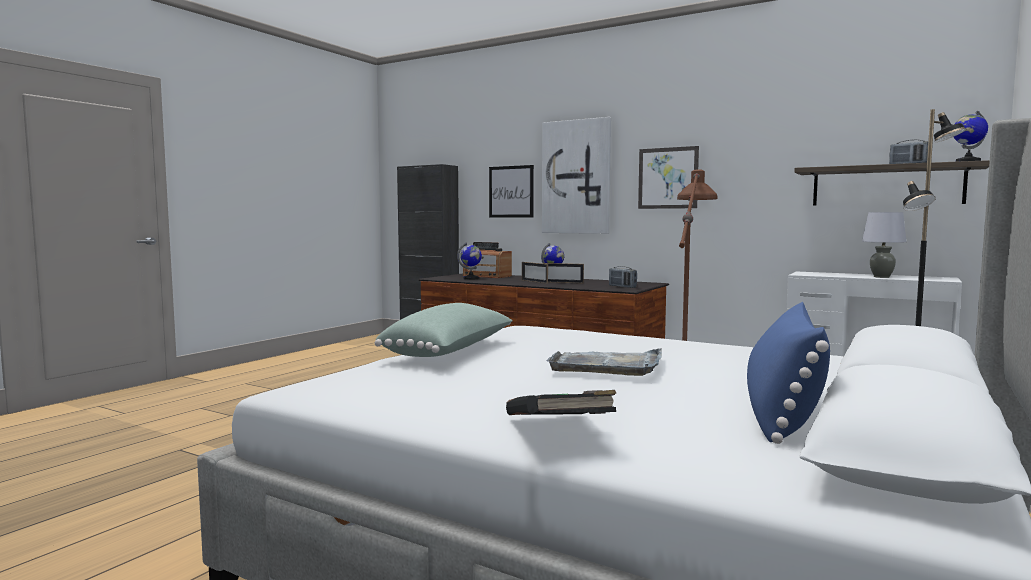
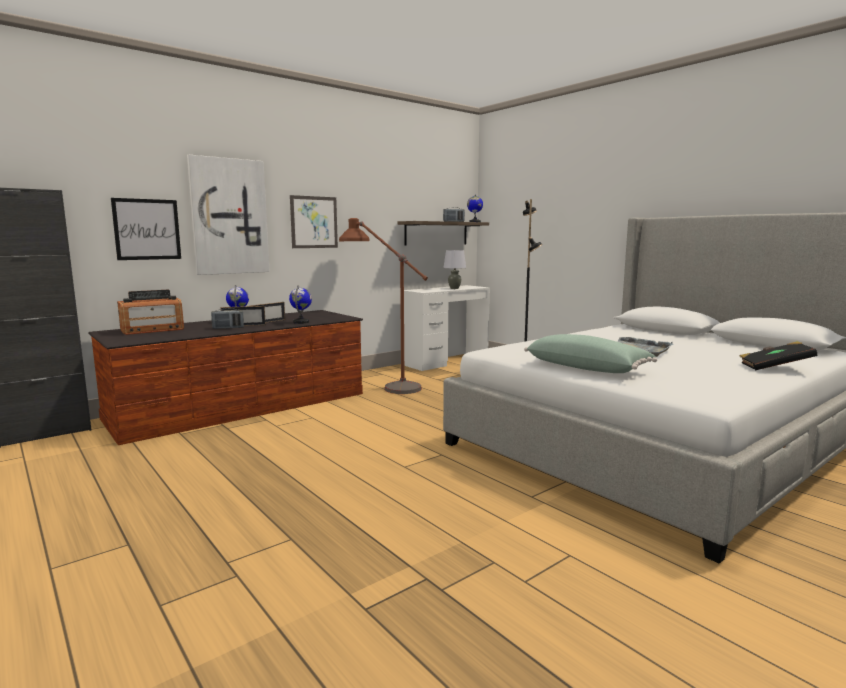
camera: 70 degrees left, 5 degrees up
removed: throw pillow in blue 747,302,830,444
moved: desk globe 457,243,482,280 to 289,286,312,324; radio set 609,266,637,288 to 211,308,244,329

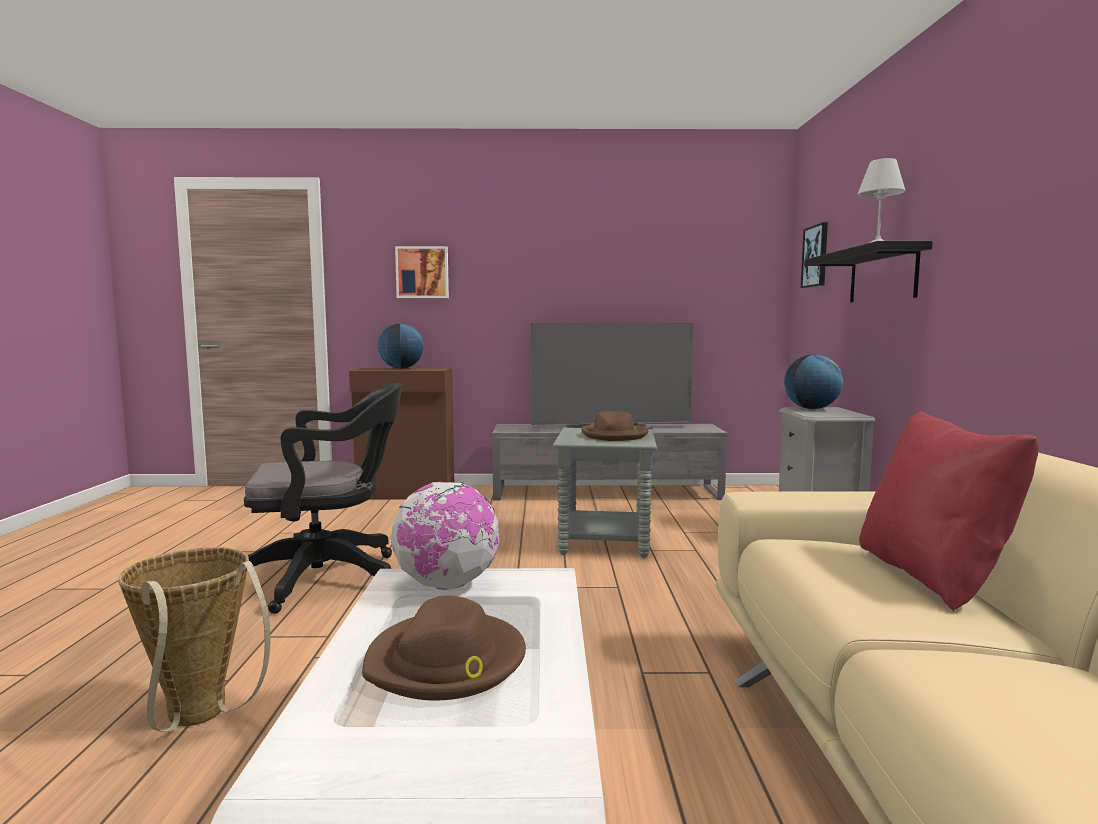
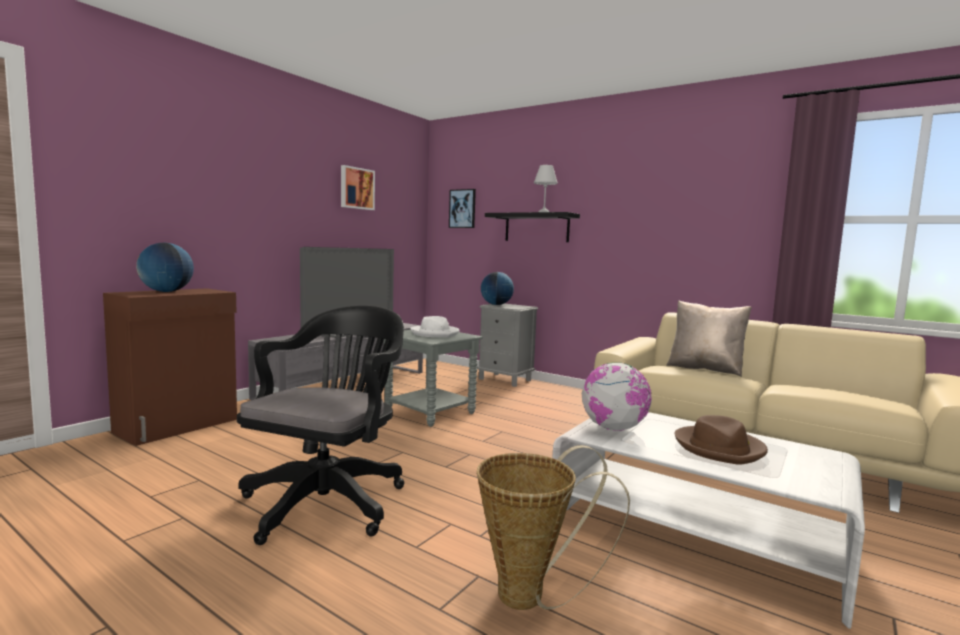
camera: 55 degrees left, 0 degrees up
moved: wall picture 395,246,449,298 to 341,165,375,210
recoloured: wearable hat in brown-coloured 581,411,648,441 to wearable hat in white 410,316,459,337; throw pillow in red 859,411,1039,611 to throw pillow in beige 666,300,752,377

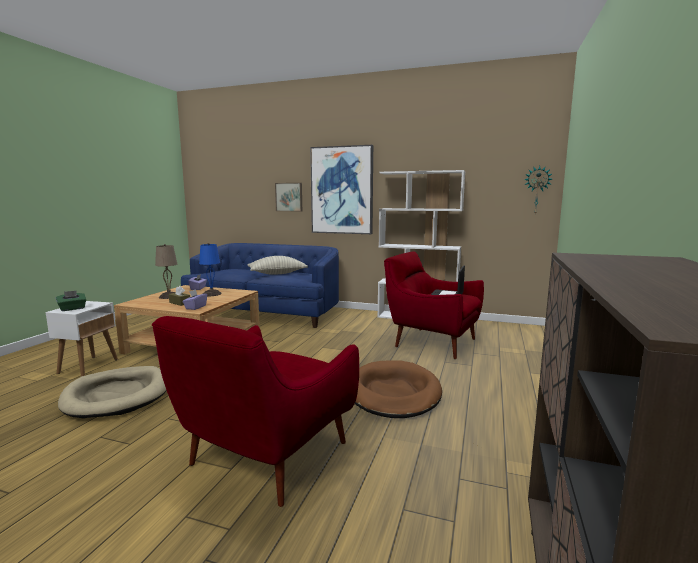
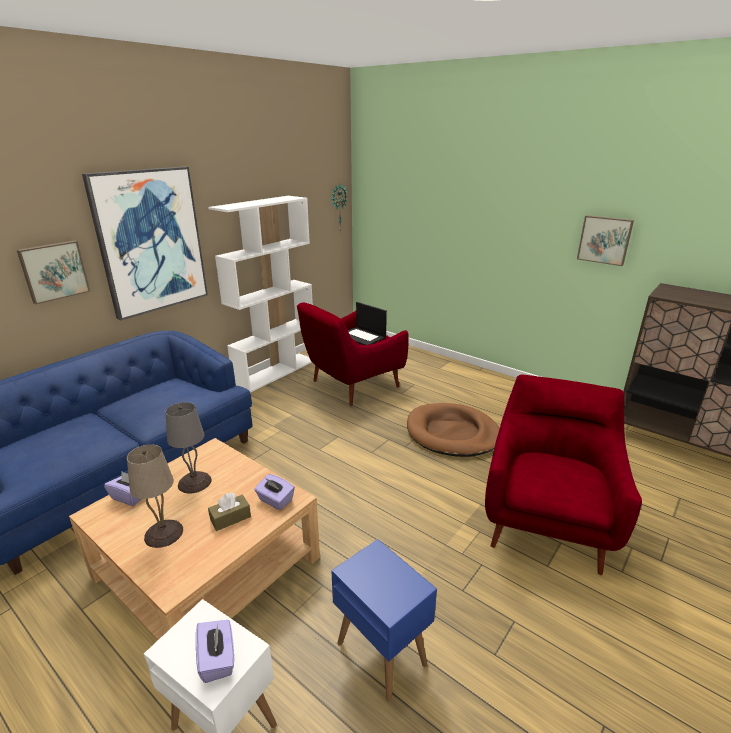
camera: 70 degrees left, 15 degrees up
removed: throw pillow 247,256,308,275
added: wall picture 577,215,634,266
replaced: dog bed in beige 58,366,167,419 to side table in blue 331,539,437,702
recoloured: box of tissues in green-coloured 56,290,86,311 to box of tissues in purple 196,620,234,683; tabletop lamp in blue 199,243,222,296 to tabletop lamp in grey 166,402,212,494
turned: easy chair in red 152,316,359,507 = 485,375,642,575 120 degrees counterclockwise

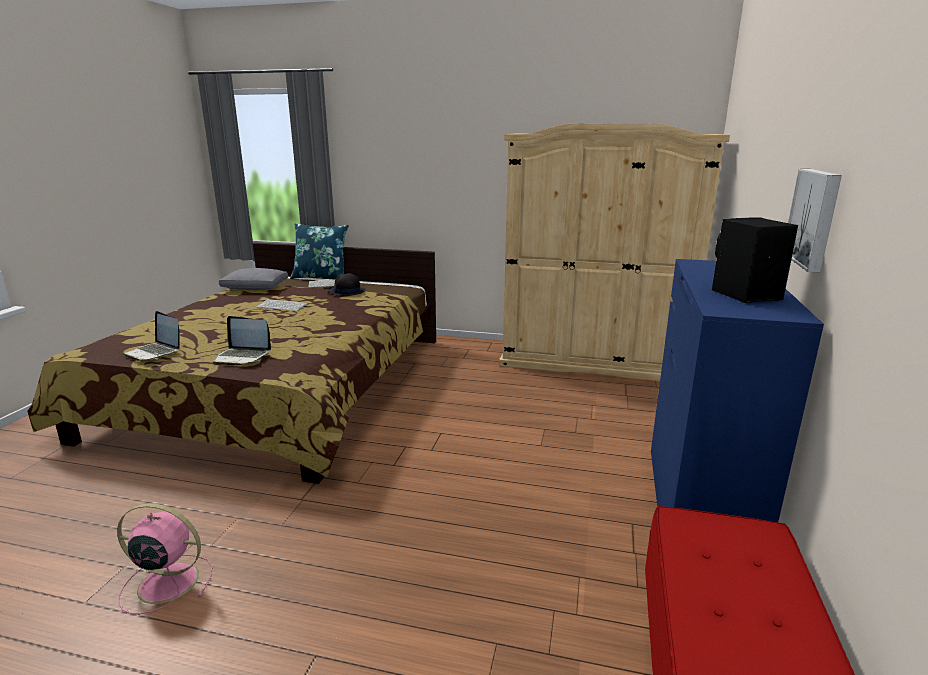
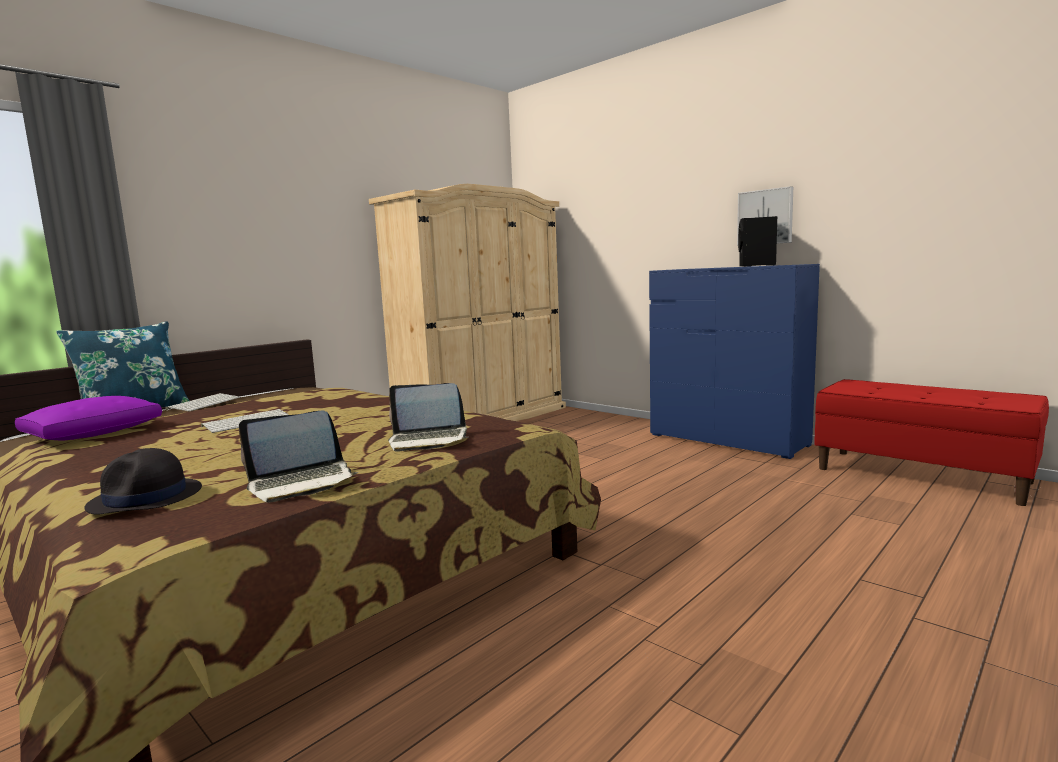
camera: 60 degrees left, 10 degrees down
removed: fan in pinkish 117,503,212,614
moved: wearable hat in black 328,273,366,296 to 84,448,202,515
recoloured: throw pillow in grey 219,268,288,290 to throw pillow in purple 15,396,162,440
turned: laptop 213,316,271,366 = 388,383,468,452 45 degrees clockwise

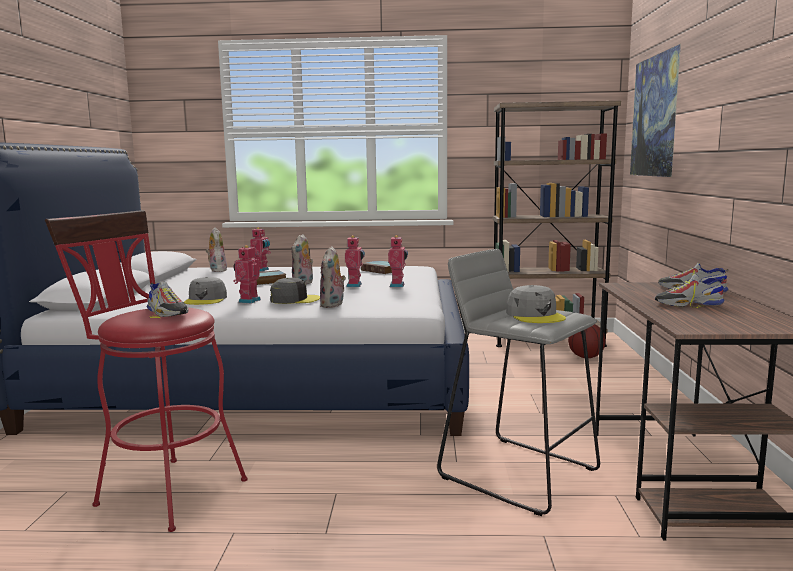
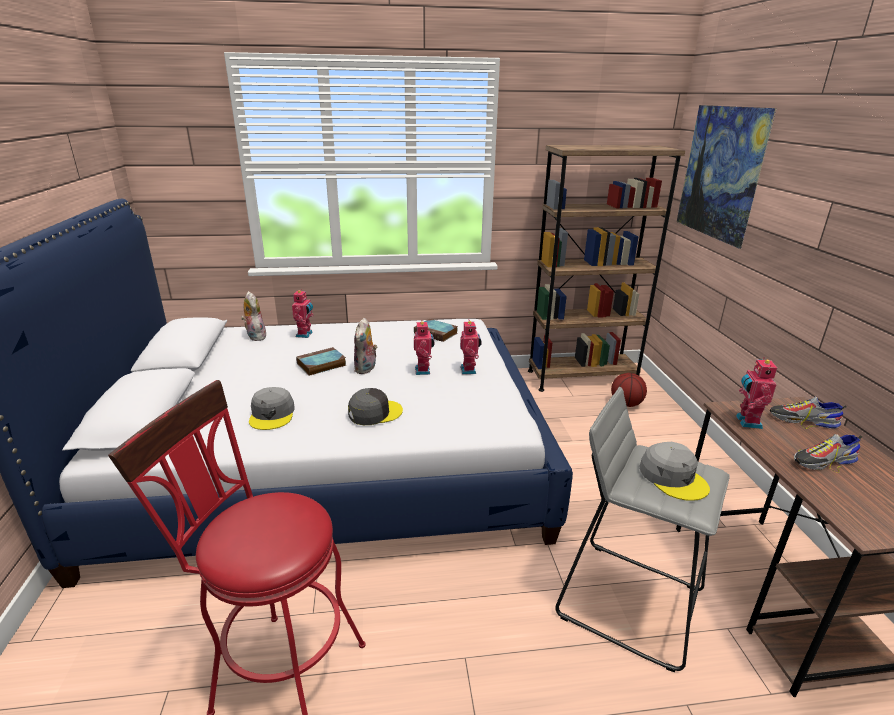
camera: 10 degrees left, 15 degrees up
removed: item of footwear 146,282,188,319; soft toy 320,246,346,308
moved: model robot 233,245,261,303 to 736,357,777,429

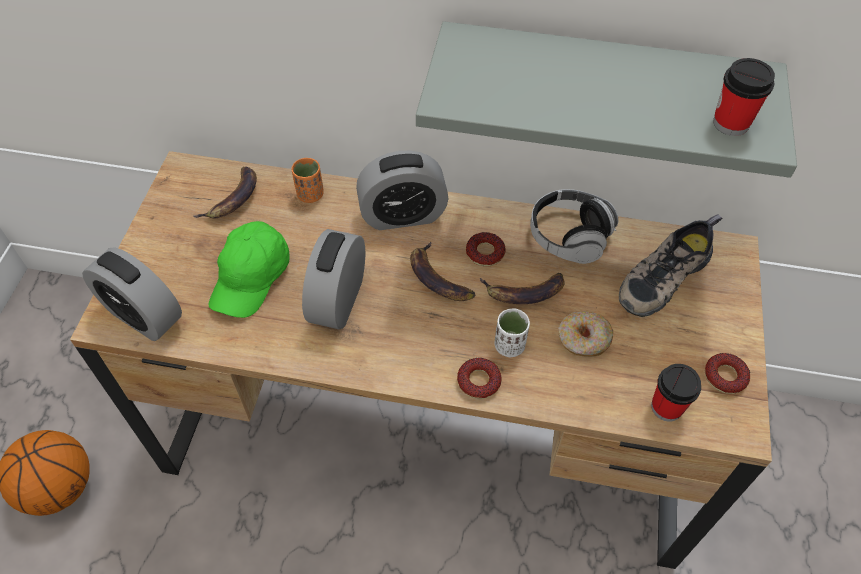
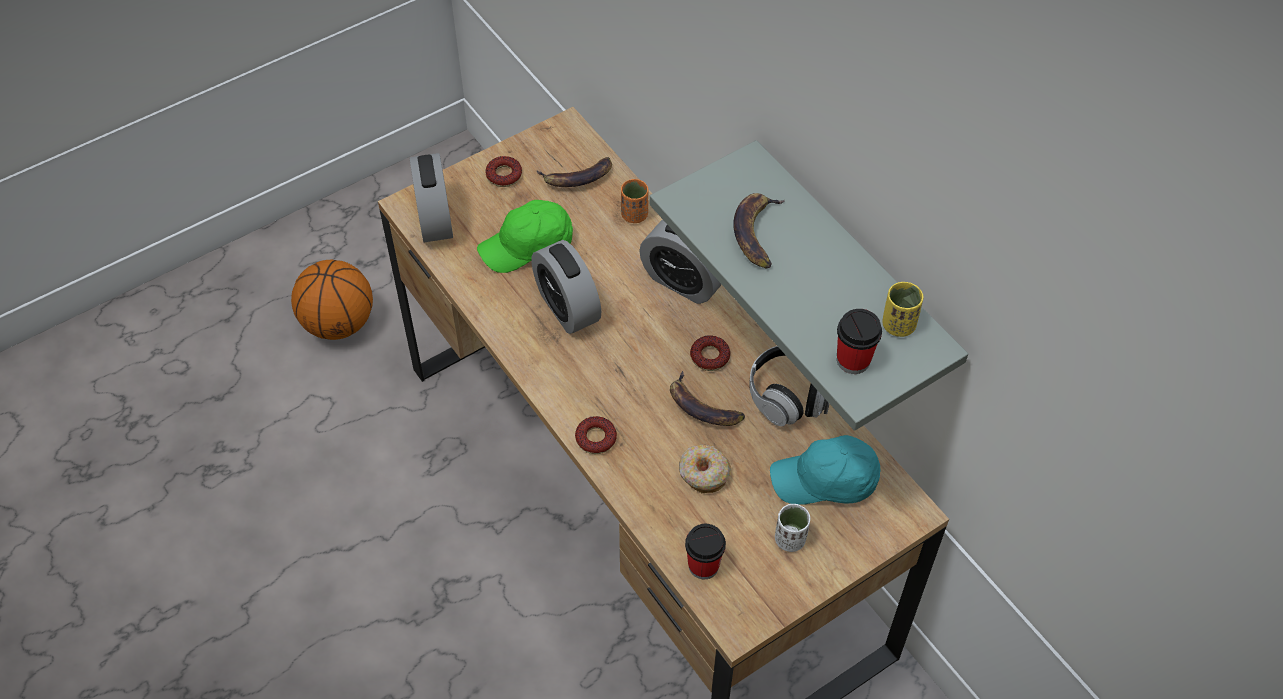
camera: 45 degrees right, 0 degrees up
added: drinking cup in yellowish 882,282,923,337
moved: banana 410,242,476,301 to 733,193,785,269; drinking cup in white 494,308,530,357 to 775,504,810,552; ring doughnut 705,353,750,394 to 485,156,522,187
replaced: item of footwear 619,214,722,317 to peaked cap in turquoise-coloured 770,435,881,505
turned: table clock 302,229,365,329 = 531,240,602,334 90 degrees counterclockwise

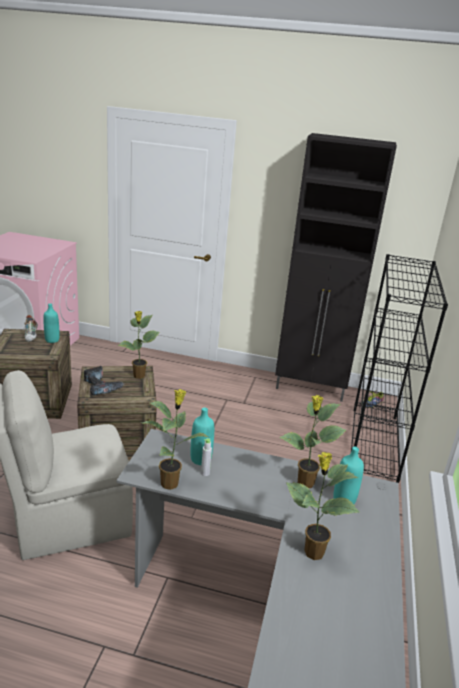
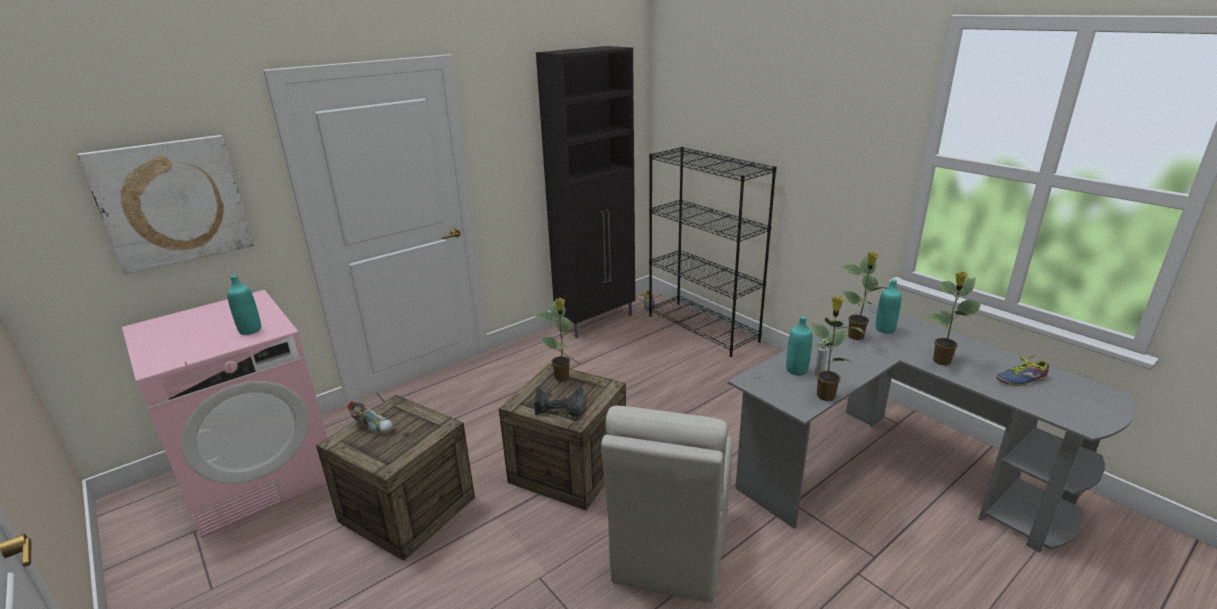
camera: 50 degrees left, 0 degrees up
added: wall picture 77,135,254,275; item of footwear 996,355,1049,386
moved: bottle in turquoise-coloured 43,303,59,343 to 227,275,261,335

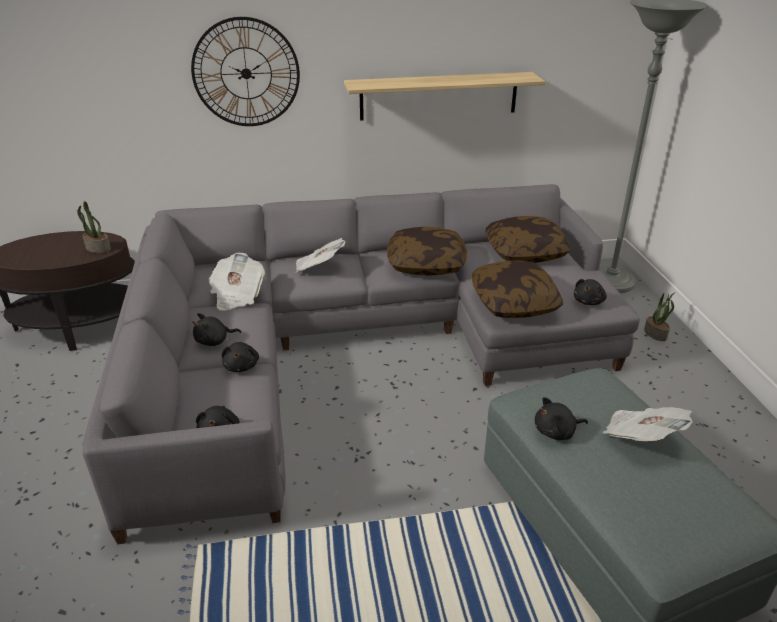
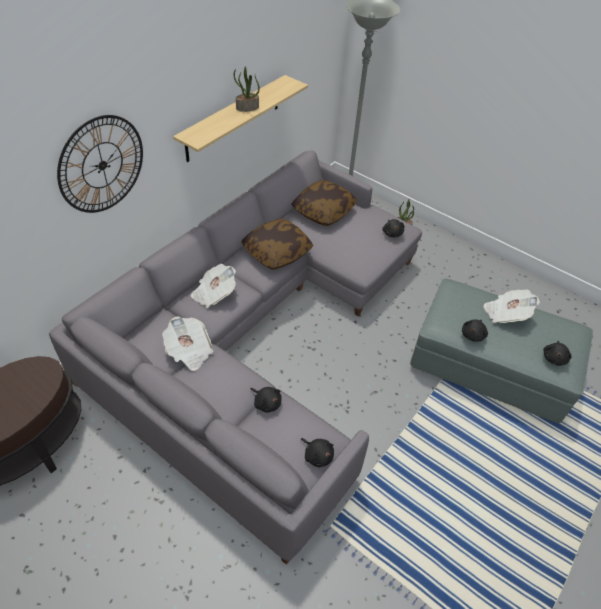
camera: 45 degrees left, 15 degrees up
removed: throw pillow 471,260,563,318
moved: plant in a pot 76,202,111,253 to 233,66,260,112; soft toy in black 192,313,241,346 to 544,341,572,366

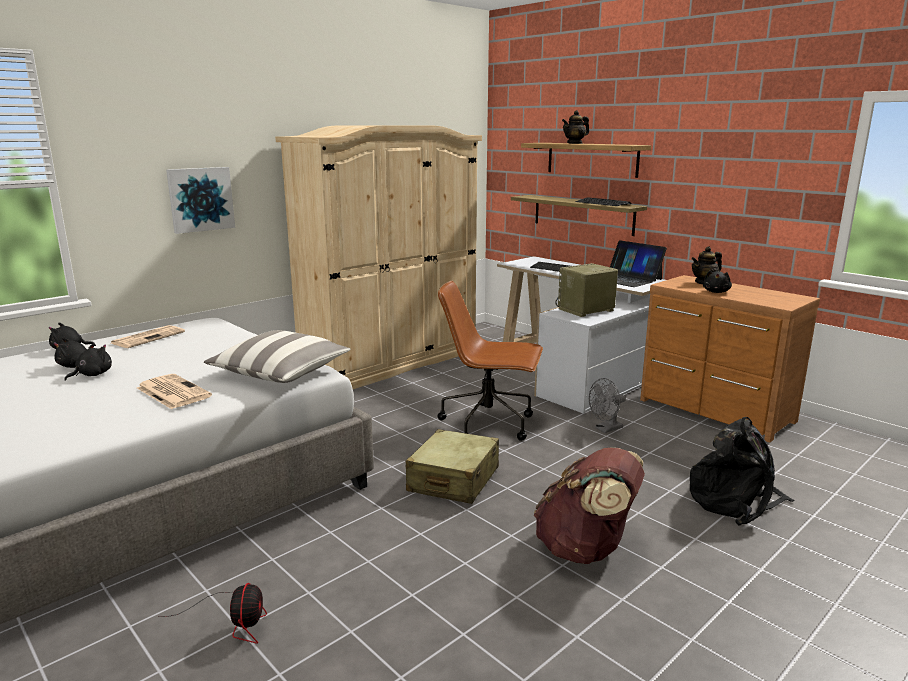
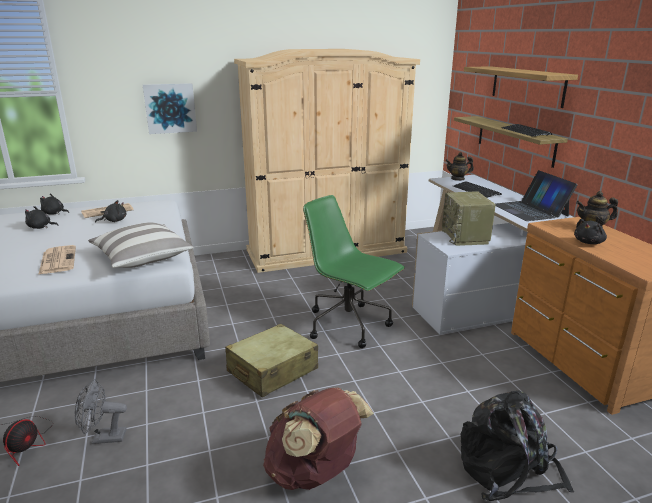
camera: 25 degrees right, 5 degrees up
moved: soft toy in black 65,343,112,381 to 95,200,126,223; pot for tea 562,110,589,144 to 445,152,474,181; fan in grey 589,378,626,433 to 74,379,127,444
recoloured: computer chair in brown-coloured 437,281,543,441 to computer chair in green-coloured 303,195,405,348
turned: radio set 555,263,618,317 = 442,191,496,246 90 degrees counterclockwise

